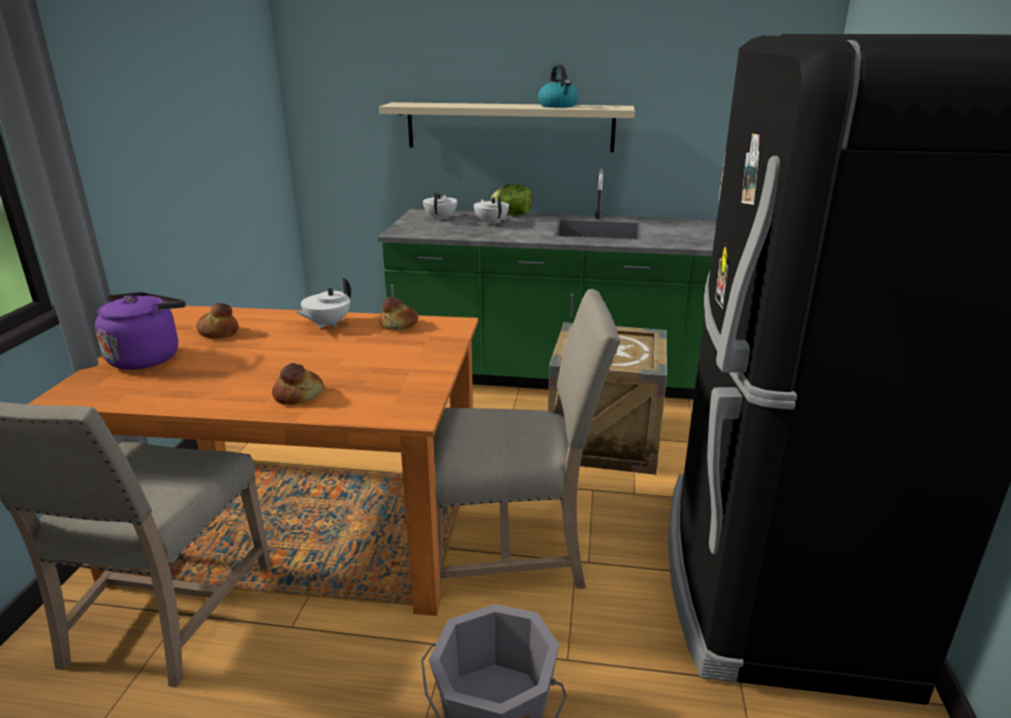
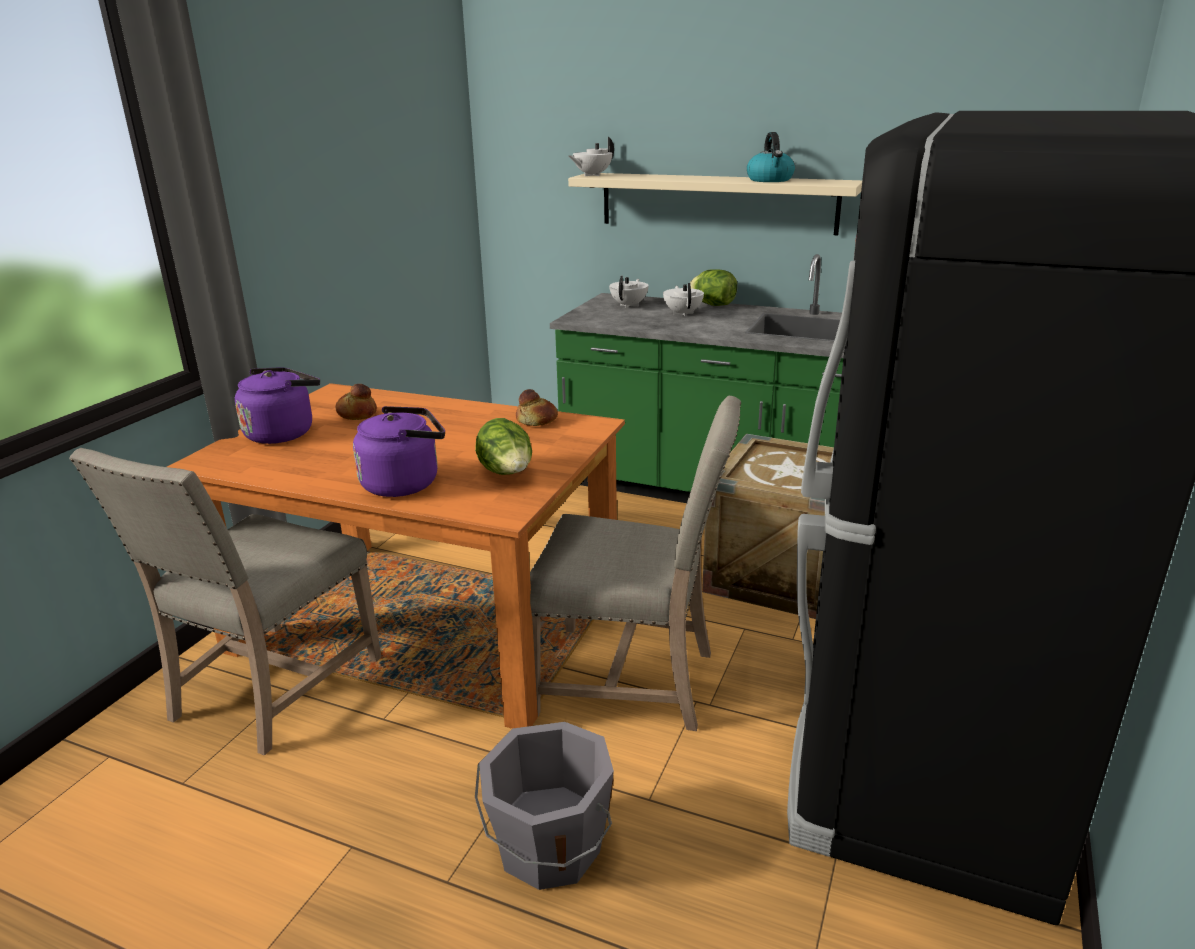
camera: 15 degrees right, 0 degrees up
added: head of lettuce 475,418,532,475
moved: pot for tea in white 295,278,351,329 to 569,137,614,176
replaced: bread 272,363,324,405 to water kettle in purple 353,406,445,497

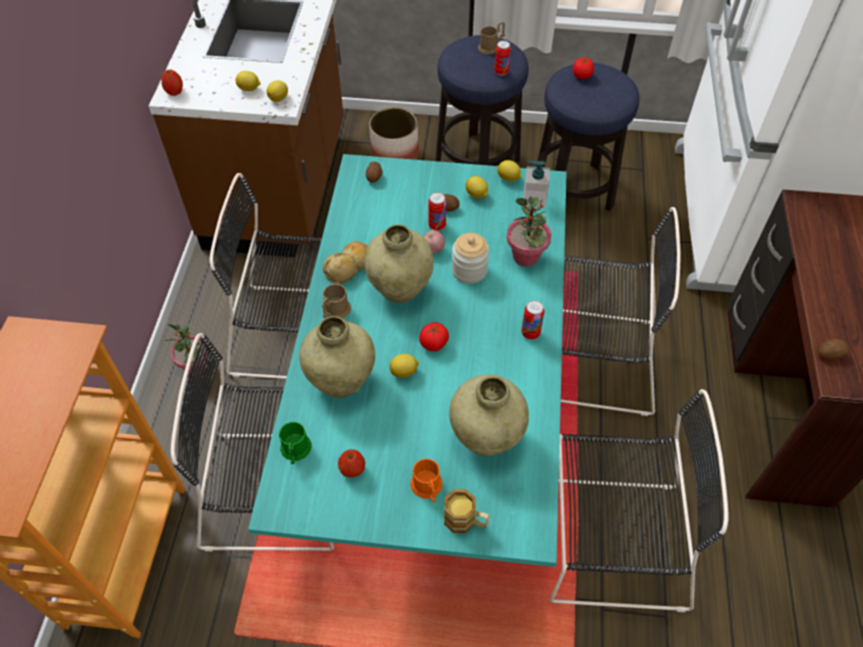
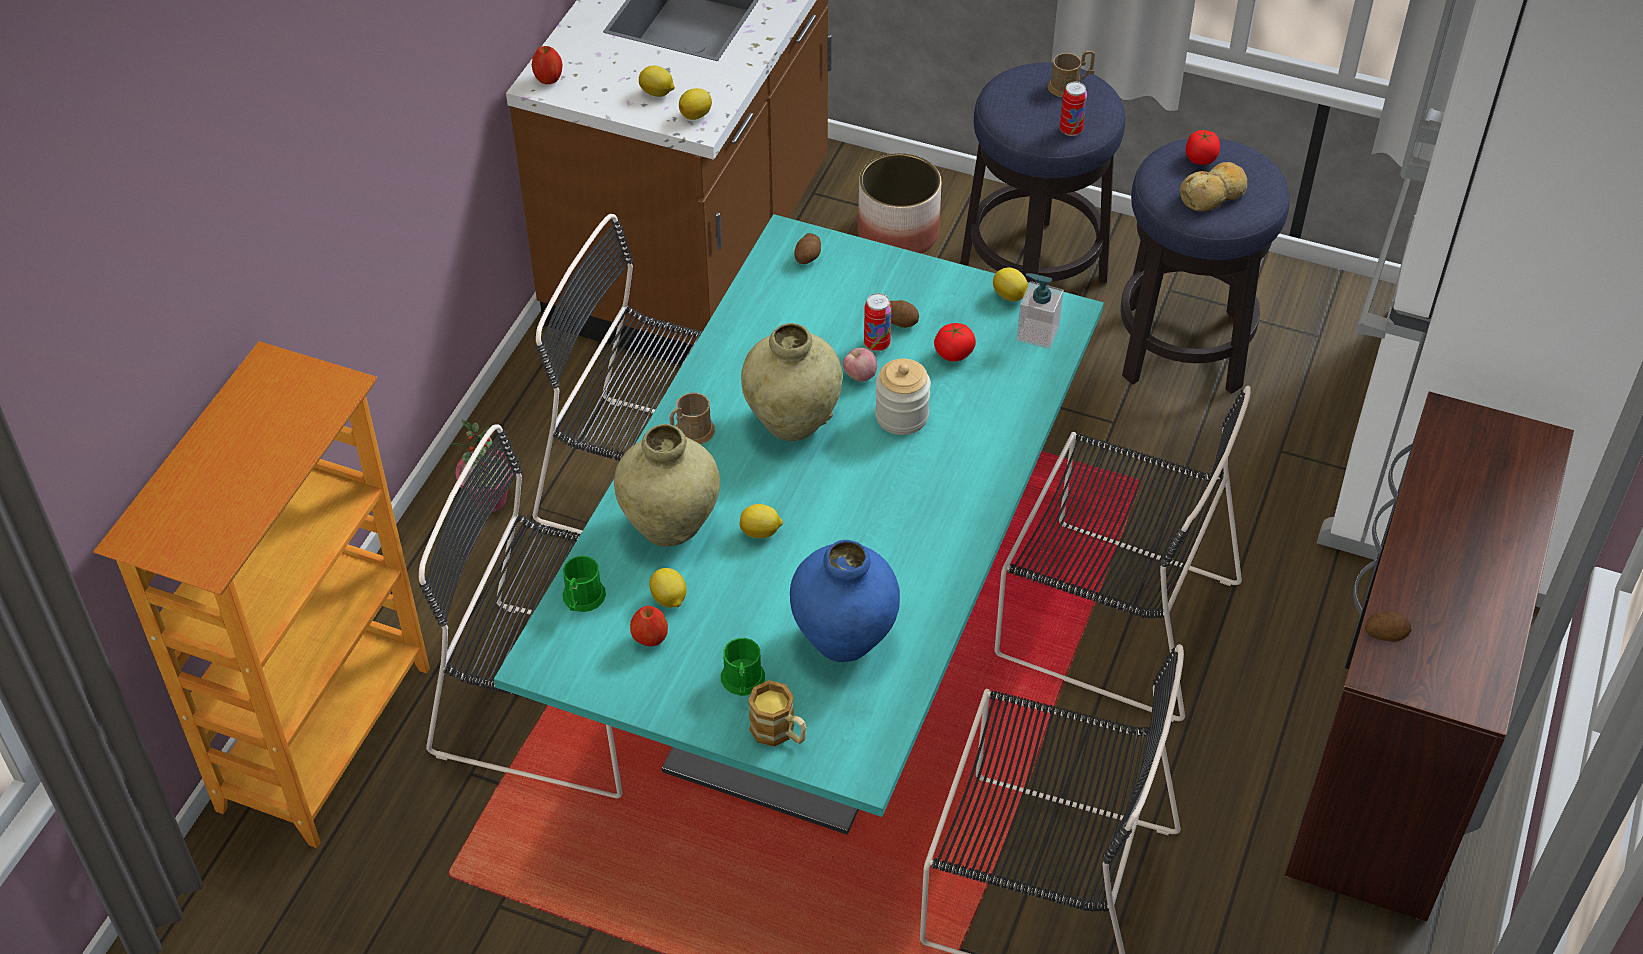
camera: 15 degrees right, 5 degrees down
removed: plant in a pot 507,196,551,267; can 521,300,544,340
moved: bread 322,241,368,284 to 1180,162,1247,211; tomato 419,322,449,351 to 934,323,976,362; lemon 465,176,488,199 to 649,568,687,608
recoloured: tea mug in orangey 410,459,443,502 to tea mug in green-coloured 721,638,765,696; flower vase in beige 449,374,529,456 to flower vase in blue 790,540,900,662

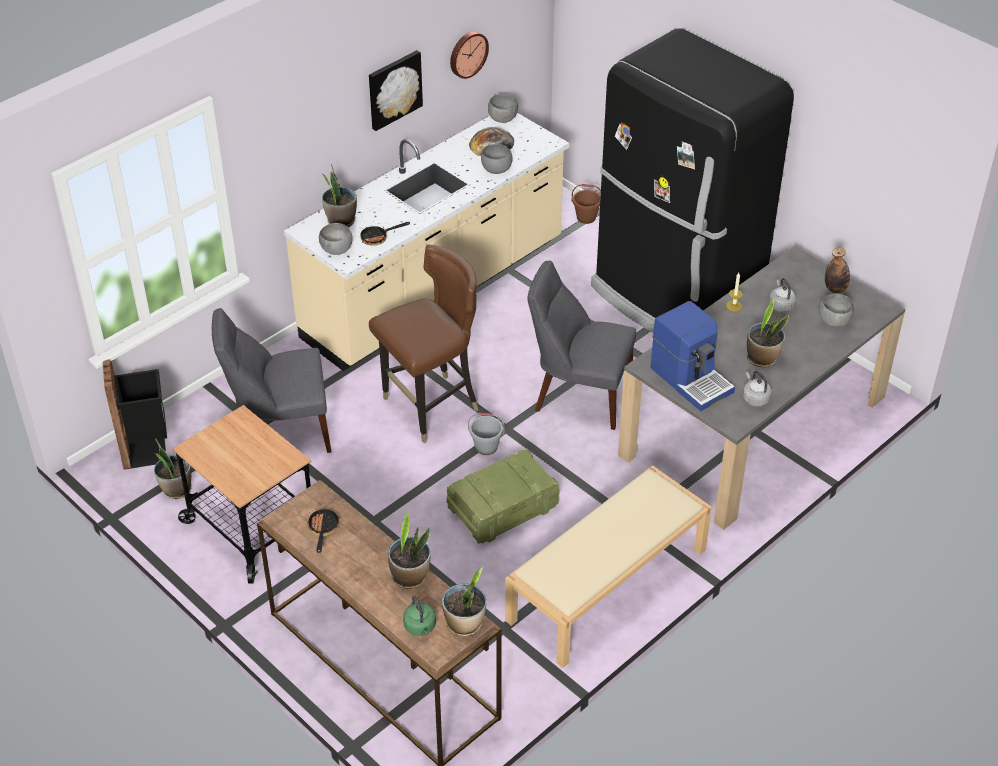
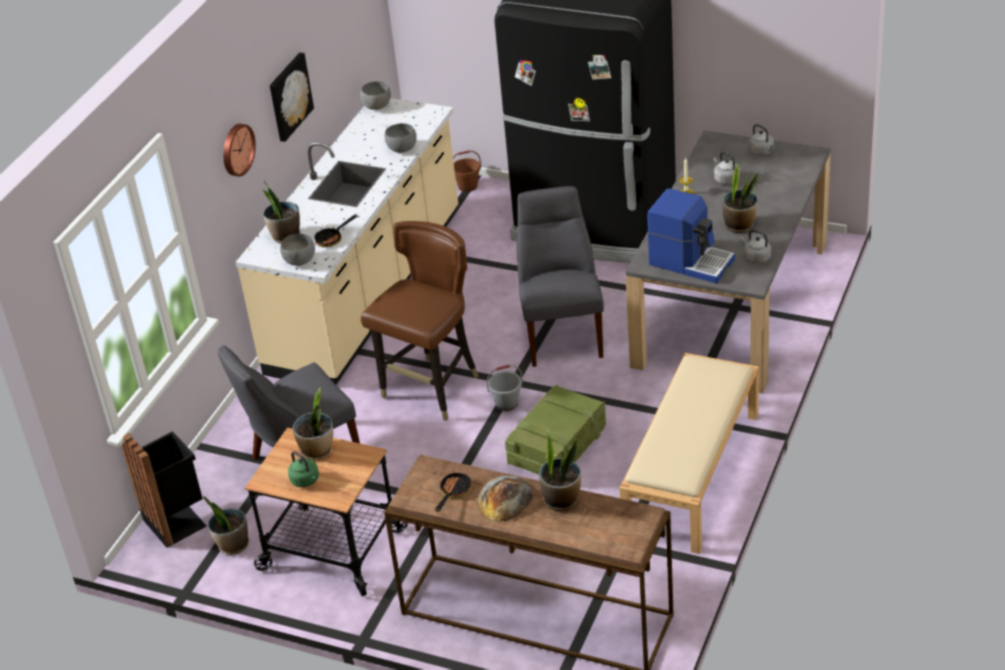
camera: 20 degrees left, 5 degrees down
removed: deep dish in grey 819,294,854,327
moved: water kettle in green-coloured 403,595,436,636 to 288,451,319,487; plant in a pot 442,567,486,636 to 293,387,333,460; clock on the wall 450,32,489,79 to 223,124,256,177; bread 469,127,514,156 to 477,476,533,522
replaced: bottle 825,247,850,293 to water kettle in grey 749,124,776,156
turned: skillet 307,509,339,553 = 435,471,472,512 45 degrees clockwise; upright chair in grey 527,260,636,430 = 516,186,604,367 90 degrees clockwise

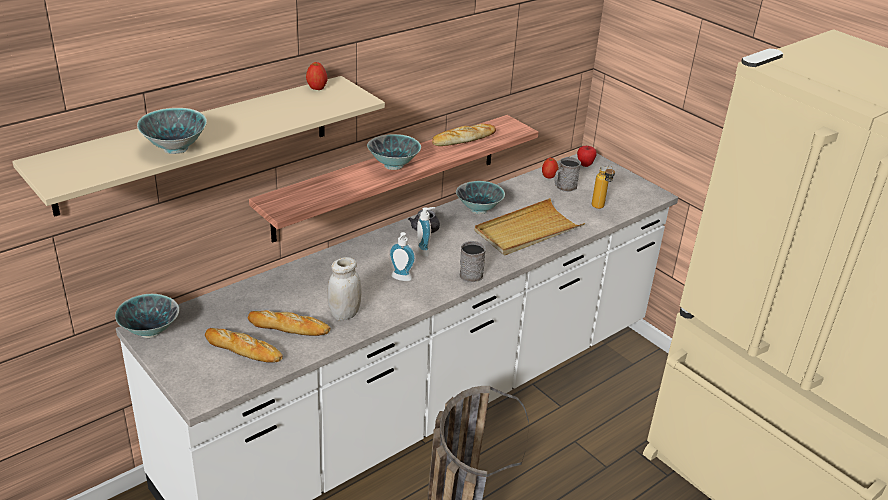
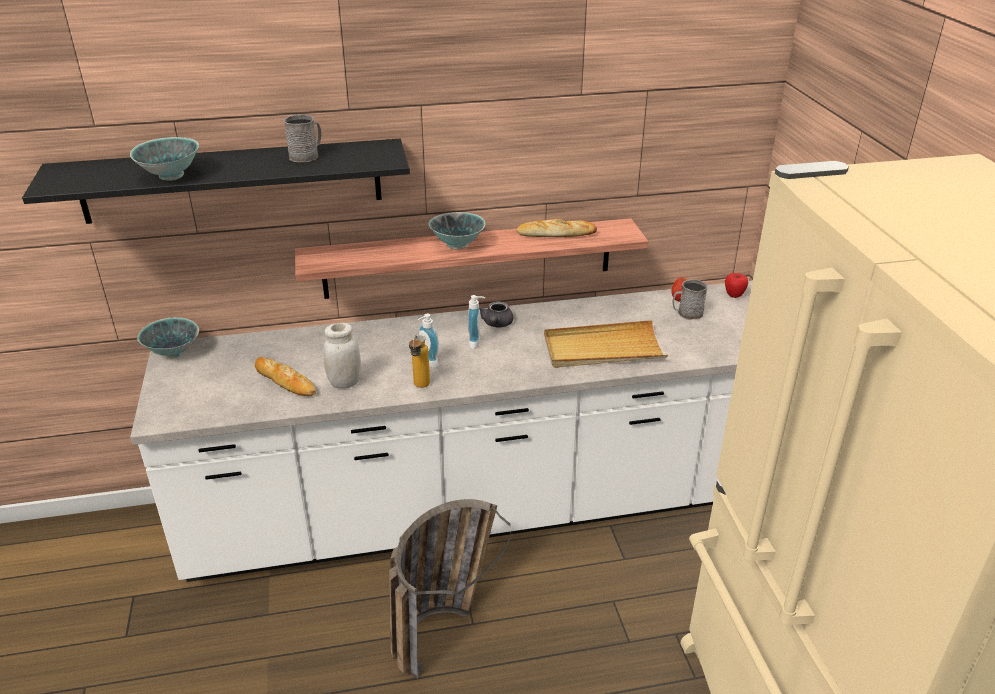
camera: 30 degrees right, 0 degrees up
removed: bread 205,328,283,363; whole apple 306,62,328,90; deep dish 456,181,505,214
moved: tea mug in grey 460,241,486,283 to 284,114,321,162; bottle 592,165,615,209 to 409,335,430,388
recoloured: bracket shelf in beige 12,76,385,217 to bracket shelf in black 22,139,410,224

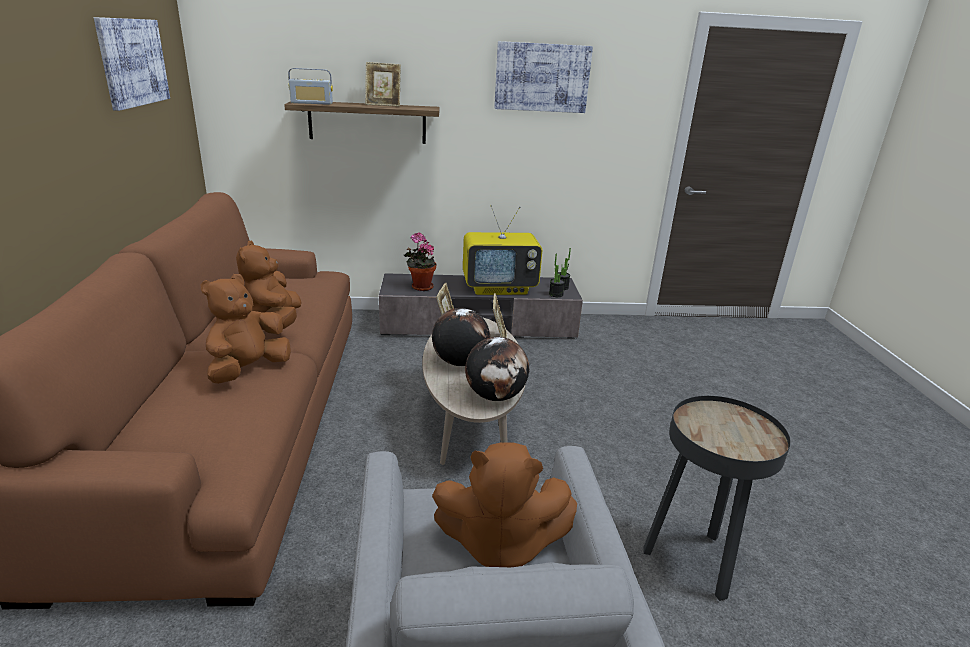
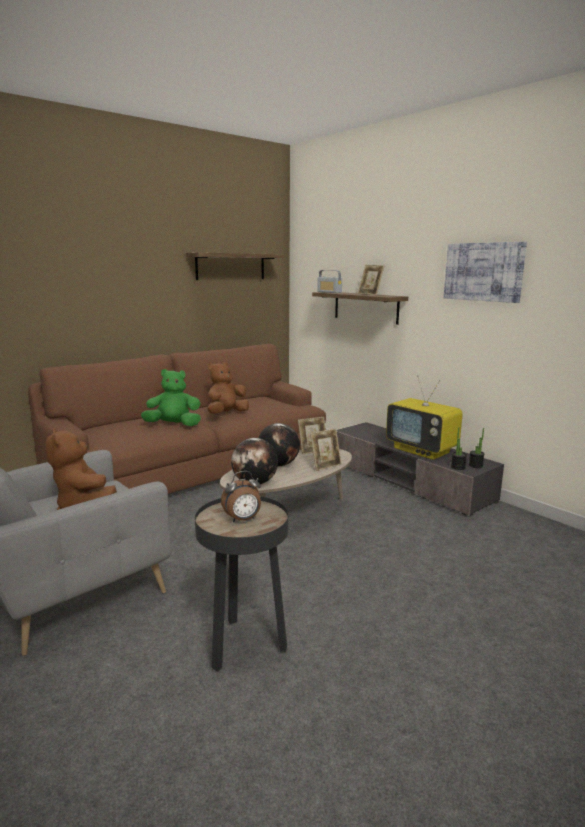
camera: 55 degrees right, 10 degrees down
removed: plant in a pot 404,232,437,291
added: table clock 221,471,261,522
replaced: wall picture 94,17,170,111 to bracket shelf 186,252,285,280
recoloured: soft toy in brown-coloured 201,274,291,384 to soft toy in green-coloured 141,369,201,426

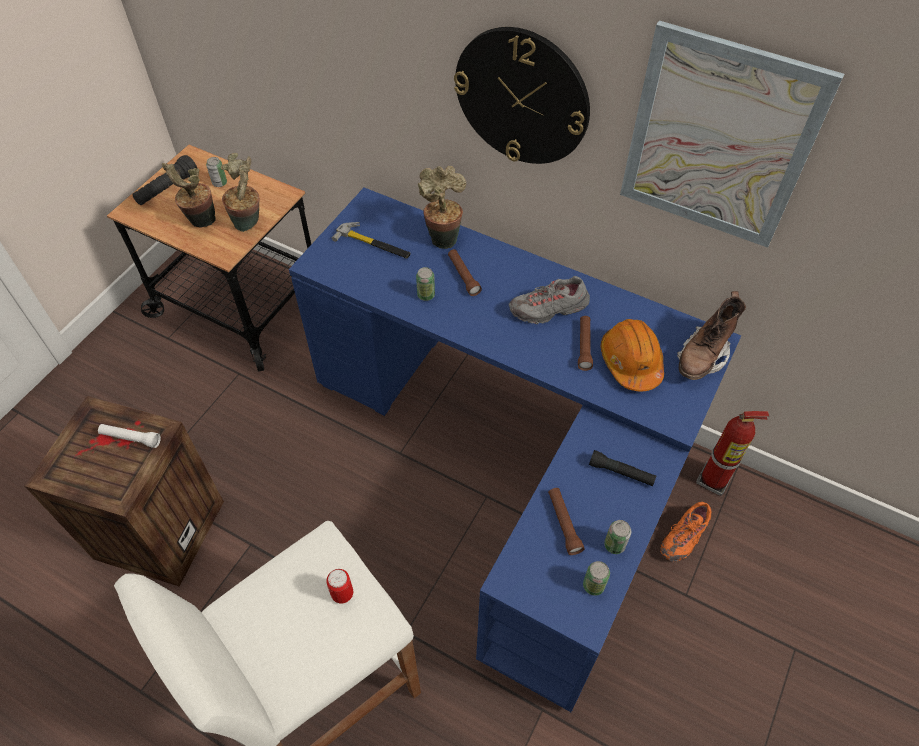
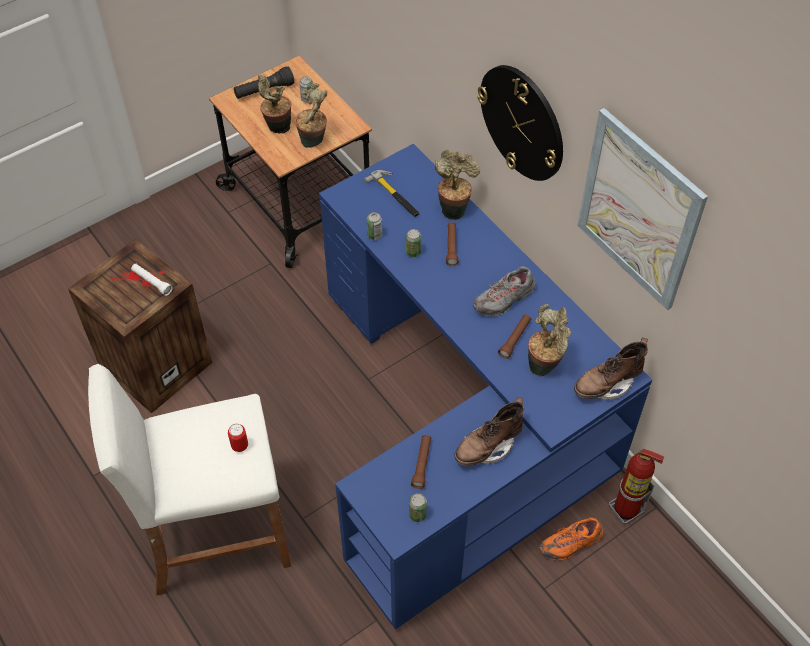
camera: 25 degrees right, 0 degrees up
moved: can 604,520,631,554 to 367,212,382,240
replaced: torch in black 589,450,656,486 to tall boot in brown-coloured 454,397,524,466; safety helmet in orangey 601,319,664,392 to plant in a pot 528,304,571,376
turned: item of footwear in grey 509,276,590,324 = 473,266,536,316 45 degrees counterclockwise

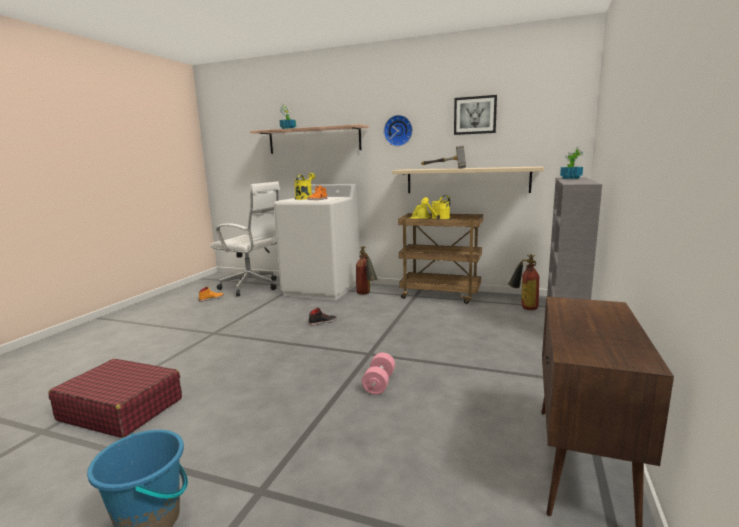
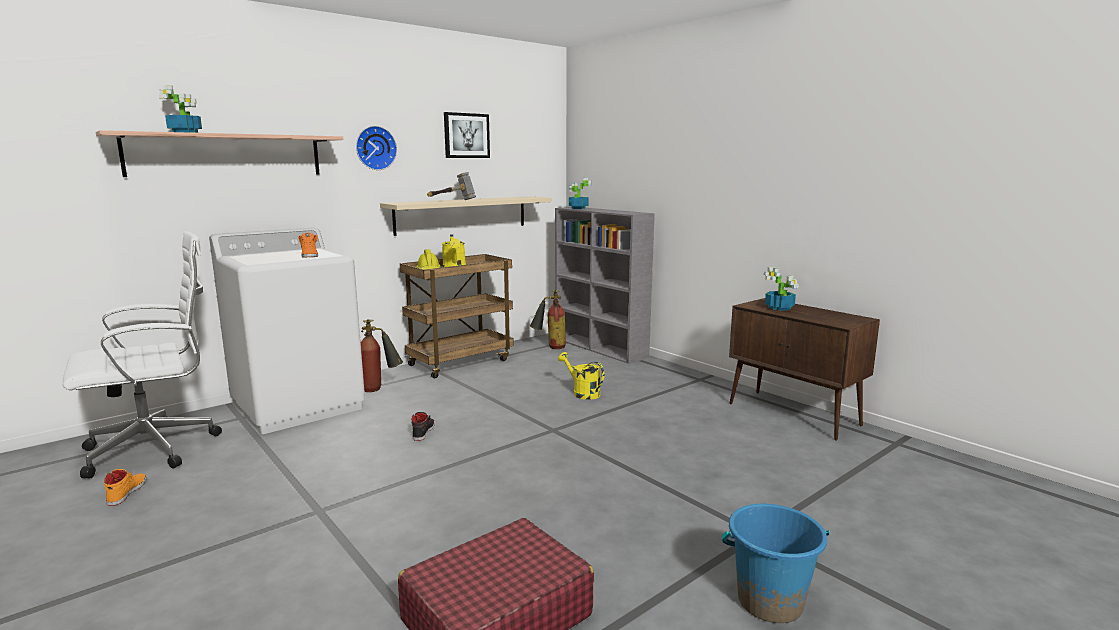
camera: 60 degrees left, 0 degrees up
removed: dumbbell in pinkish 362,353,395,395
added: plant in a pot 764,267,799,311
moved: watering pot in yellowish 295,173,315,200 to 558,352,604,400

